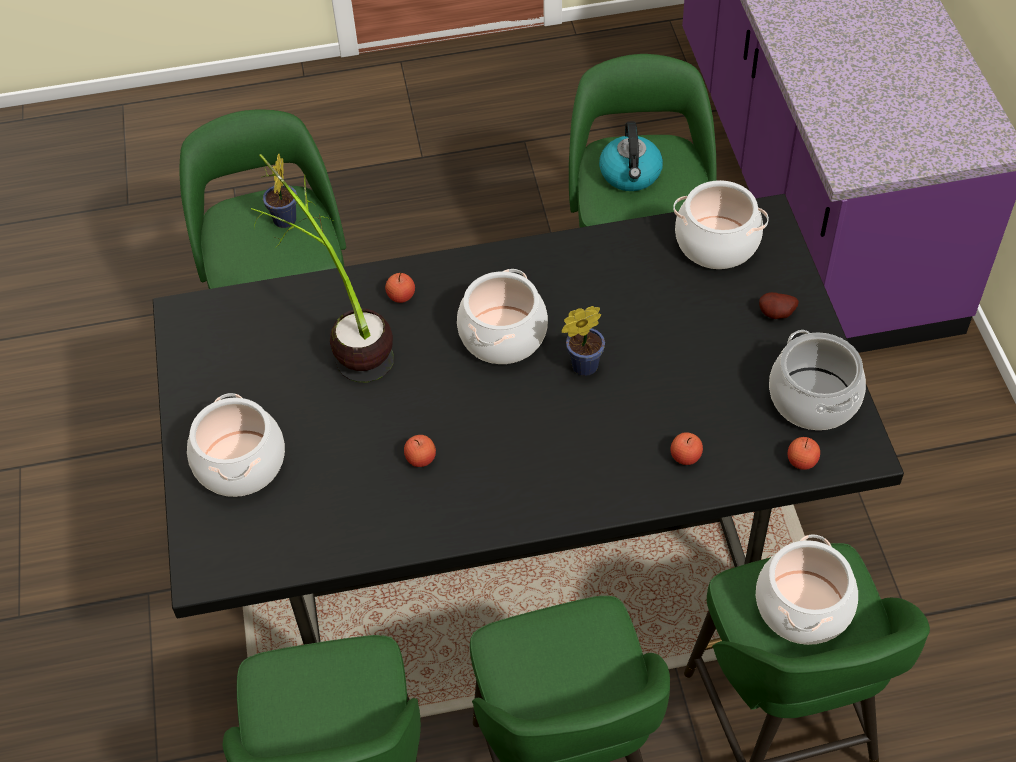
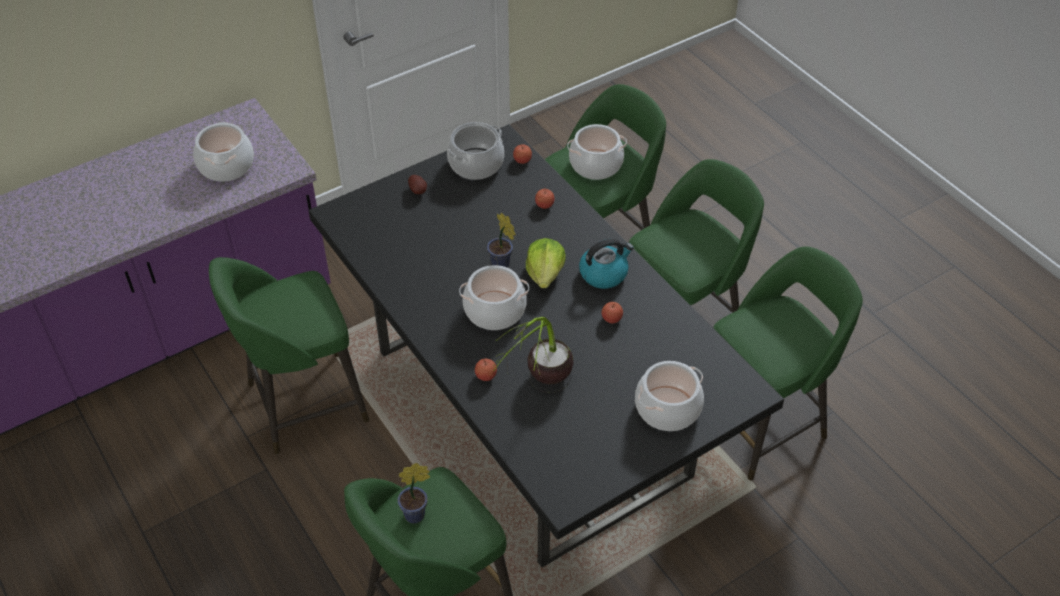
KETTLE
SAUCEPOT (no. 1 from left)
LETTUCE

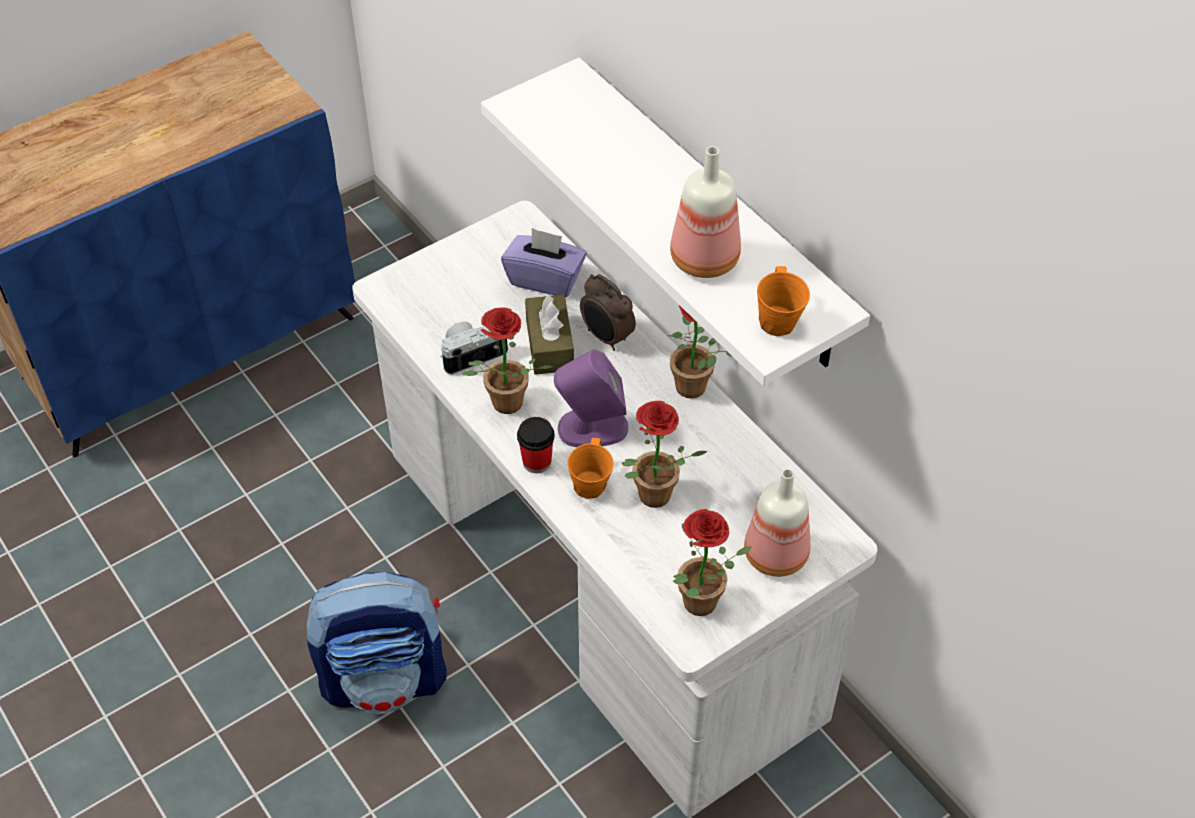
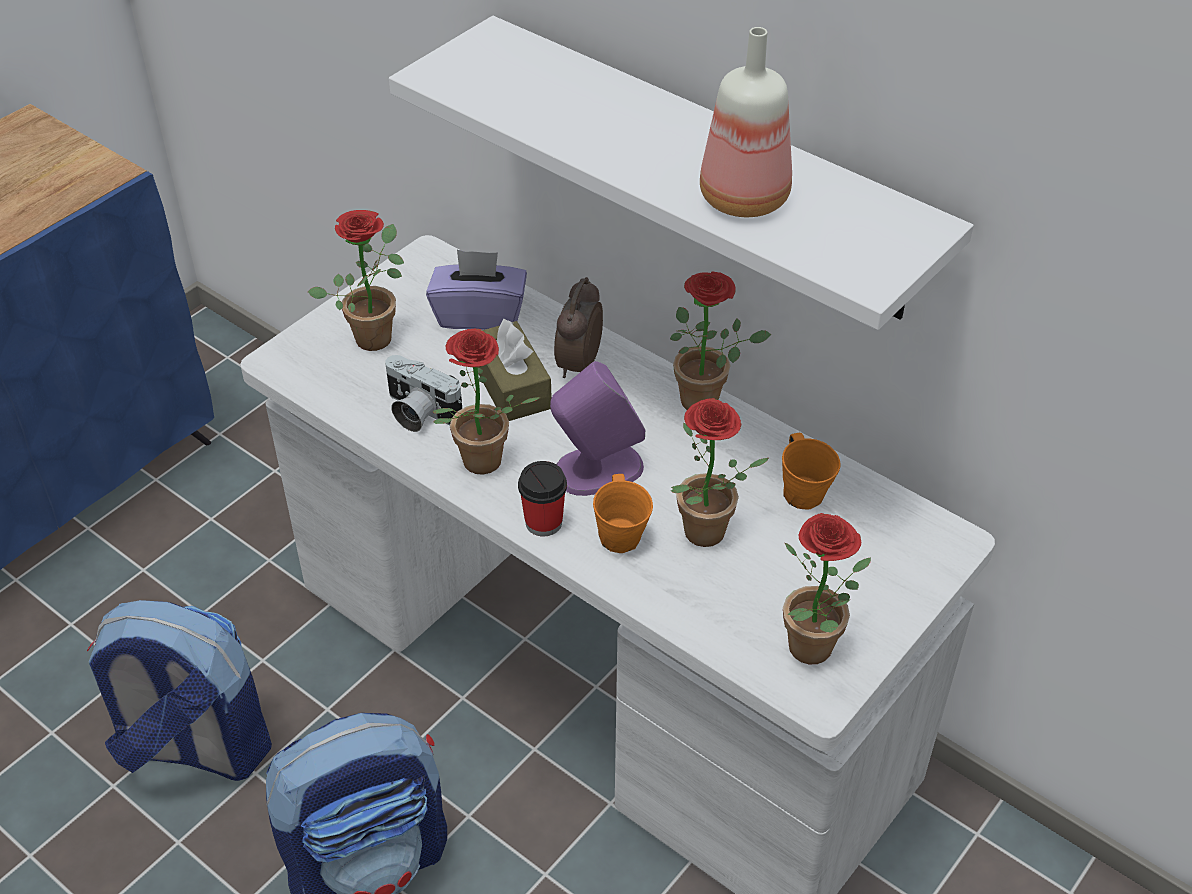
STILL CAMERA
TABLE CLOCK
BOTTLE (no. 2 from left in the first image)
ORANGE-COLOURED MUG (no. 2 from left)
RUCKSACK (no. 1 from left)
POTTED PLANT (no. 1 from left)

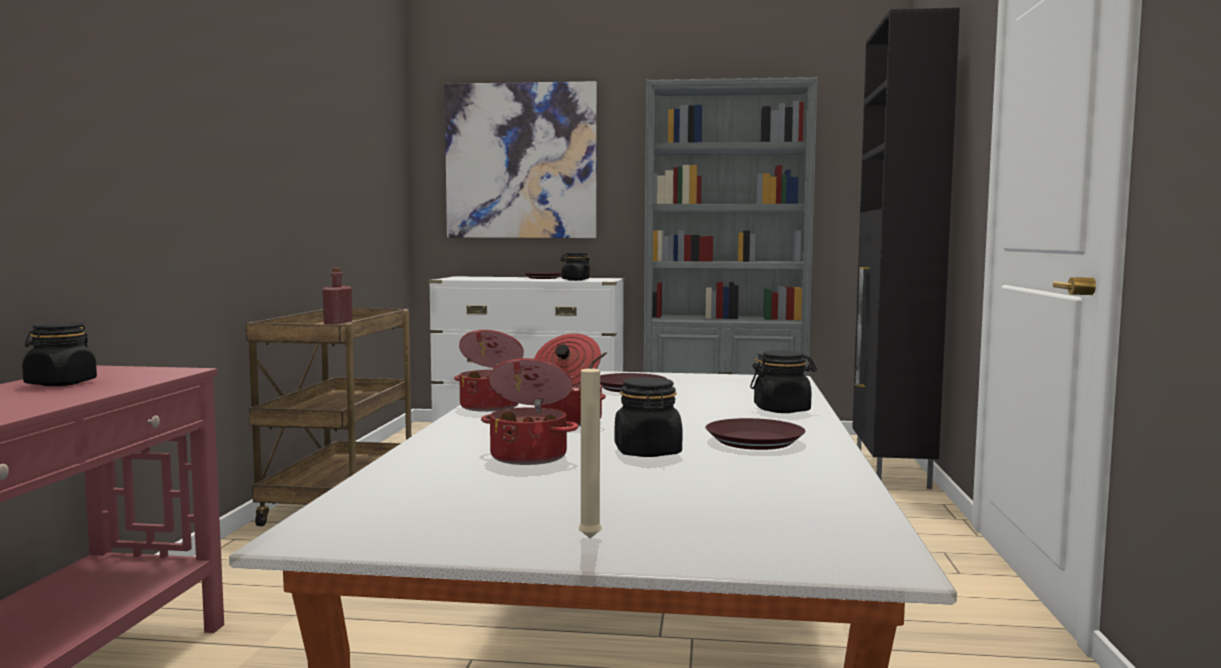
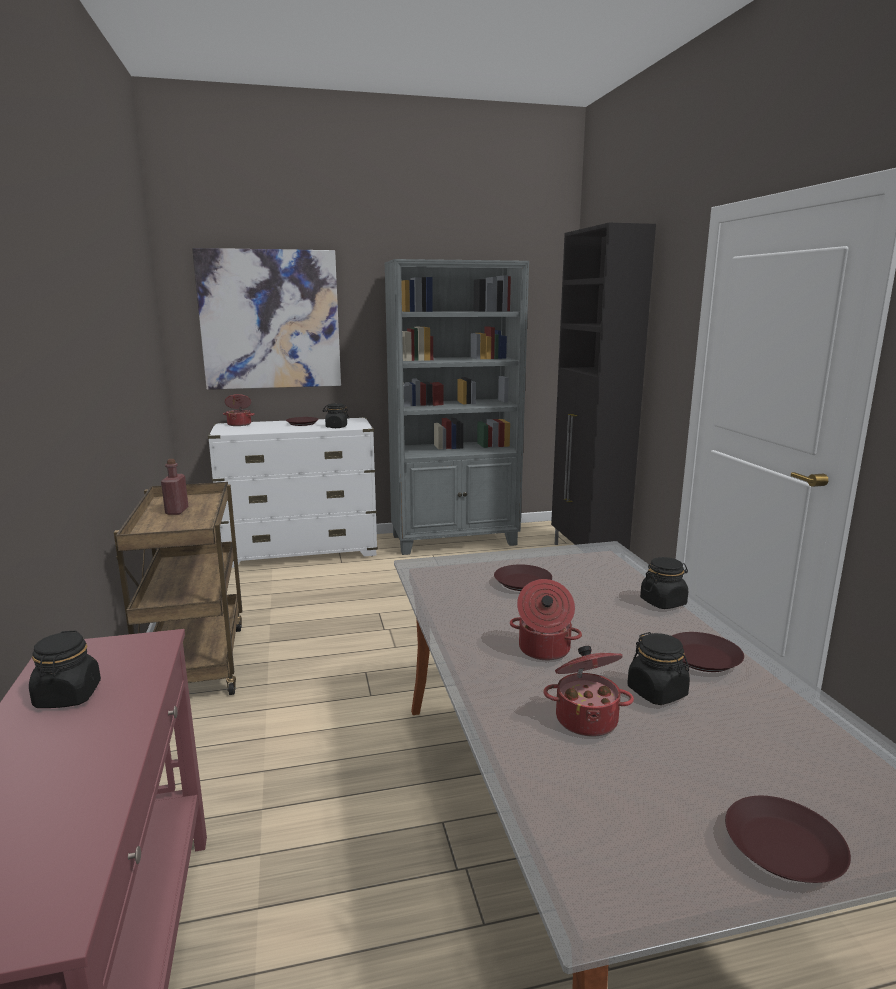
SAUCEPOT (no. 1 from left)
BROWN-COLOURED DINNER PLATE (no. 4 from left)

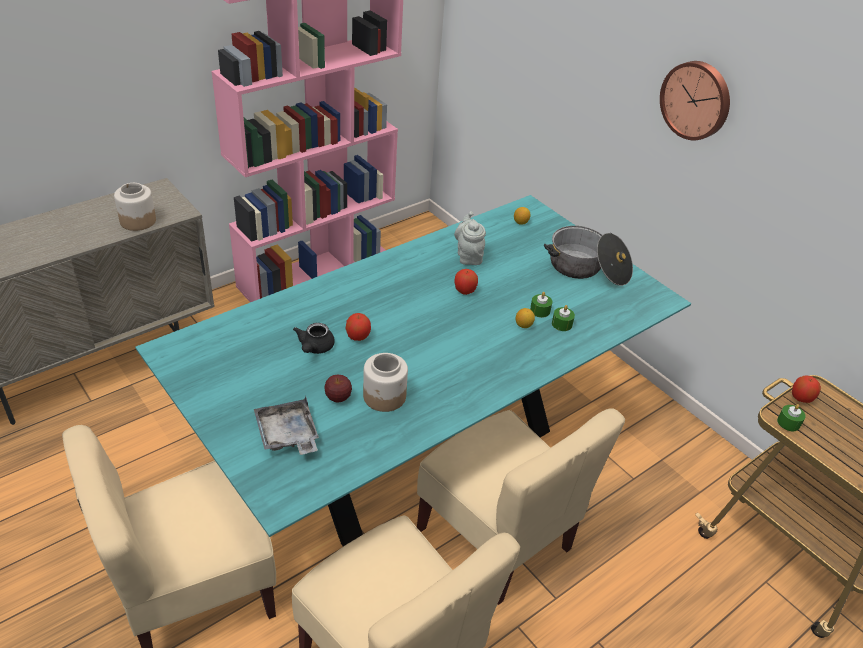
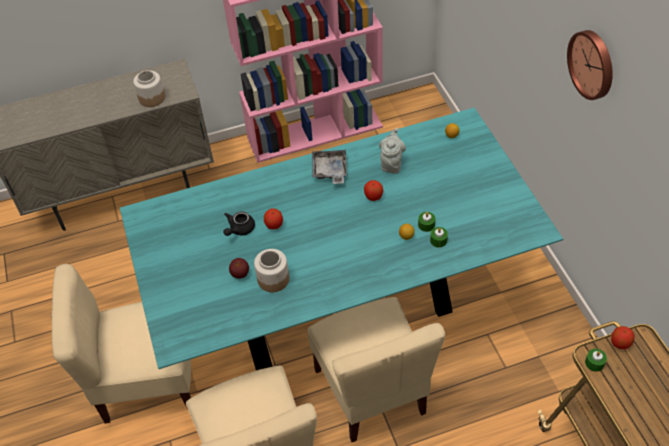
GREYISH SERVING TRAY
SAUCEPOT

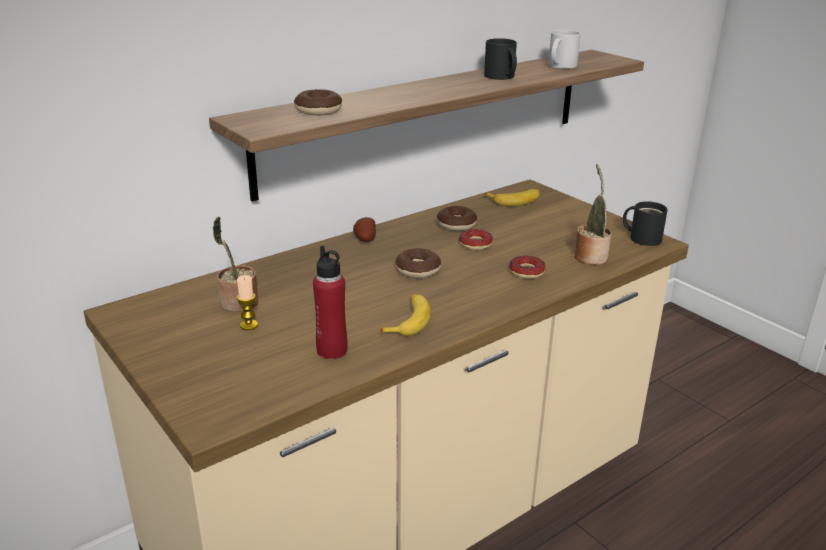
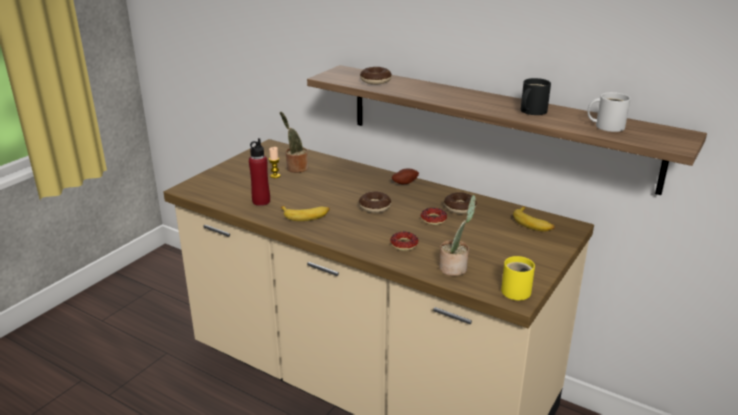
YELLOW MUG

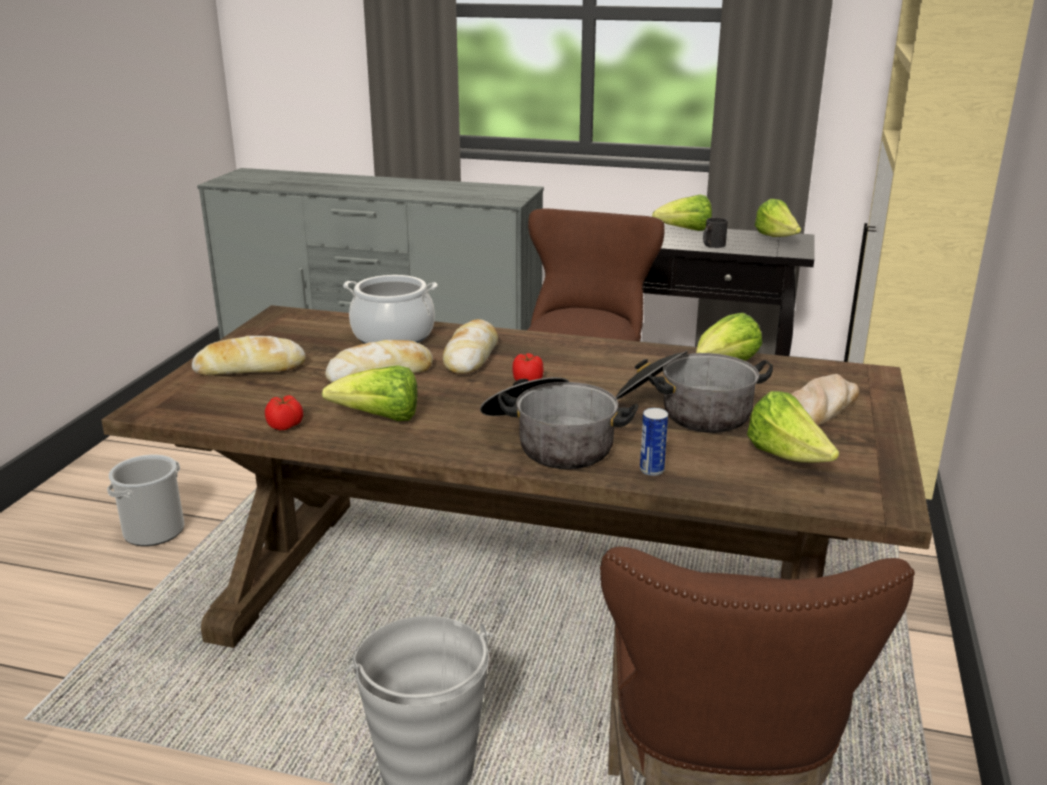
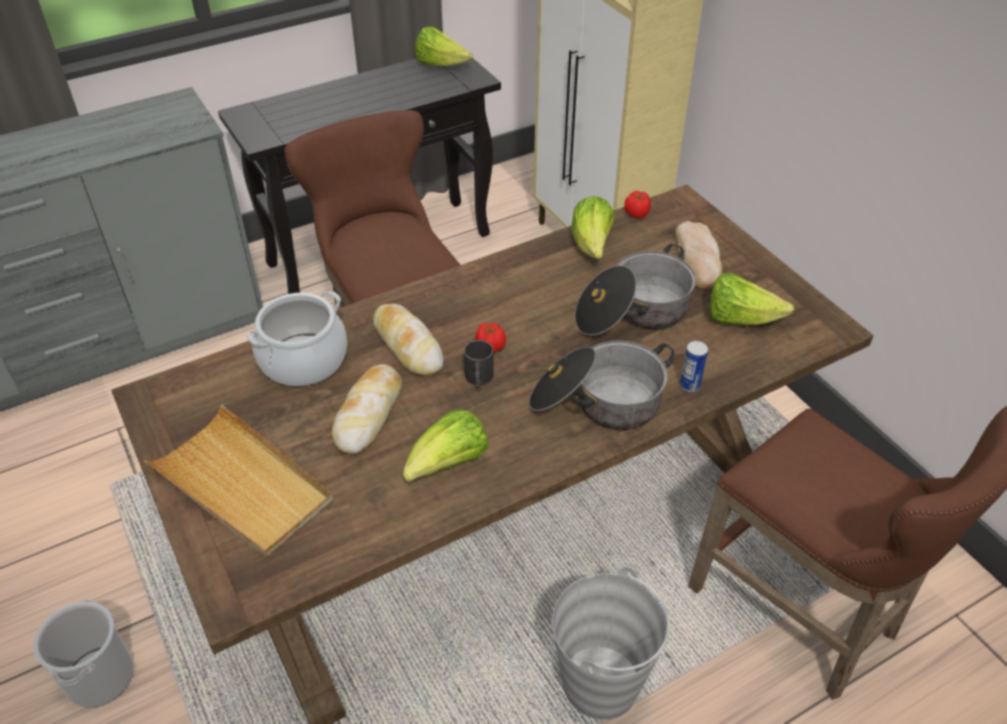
BEIGE SERVING TRAY
FRESH TOMATO (no. 2 from left)
LETTUCE (no. 2 from left in the first image)
BLACK-COLOURED MUG

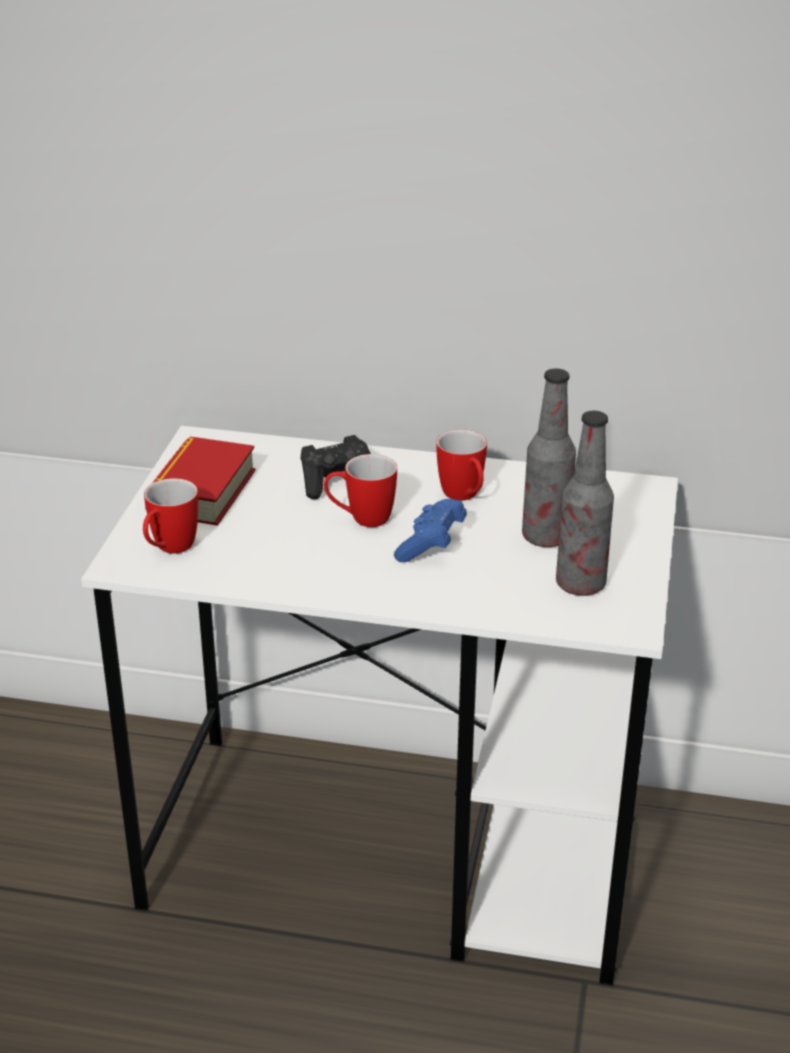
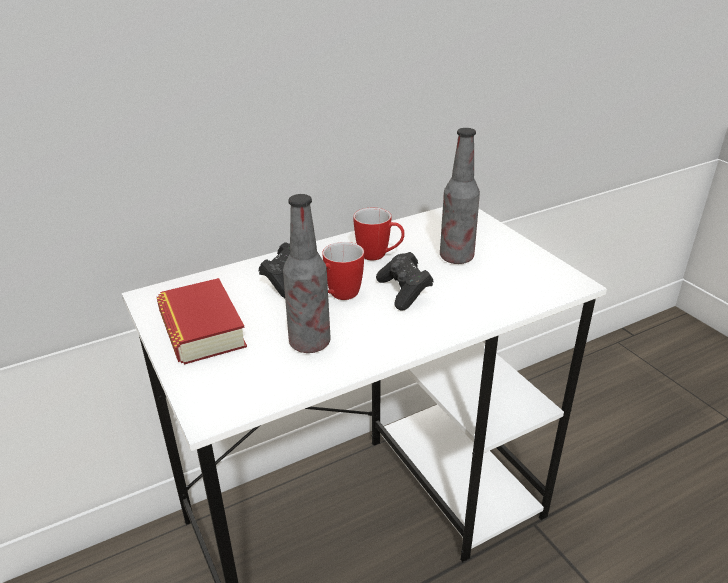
MUG (no. 1 from left in the first image)
BLACK-COLOURED GAME CONTROLLER (no. 2 from left)
BOTTLE (no. 1 from left)

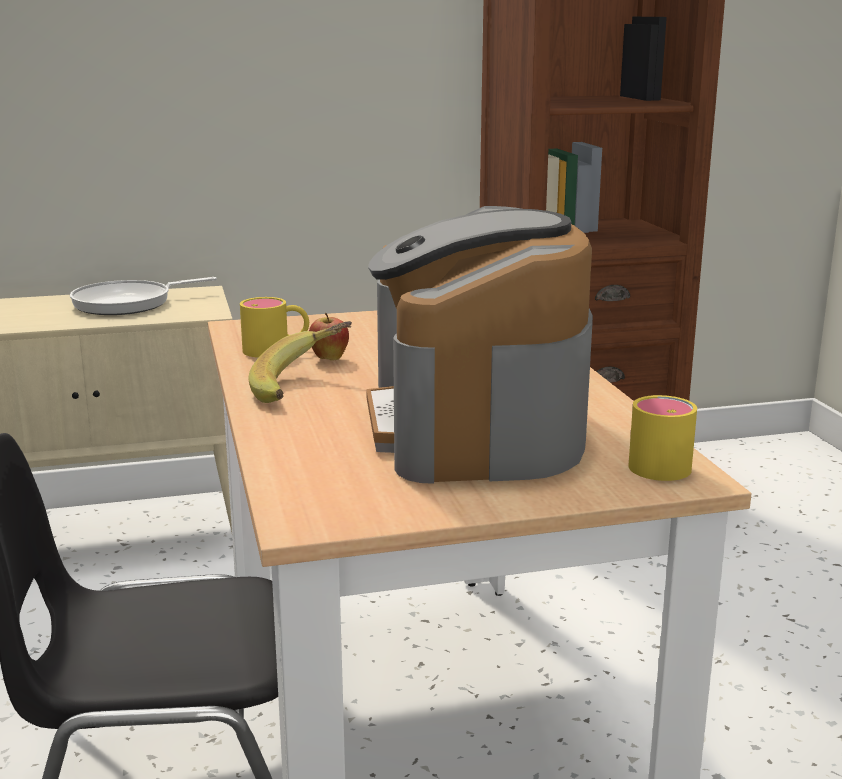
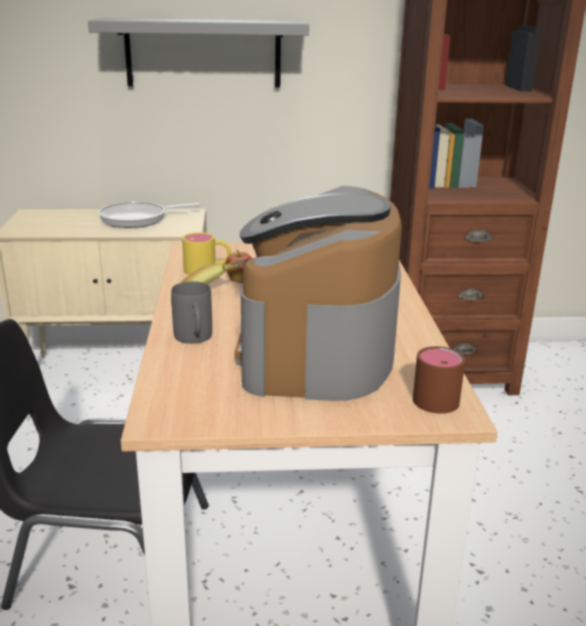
BROWN-COLOURED MUG
GREYISH SHELF
GREYISH MUG

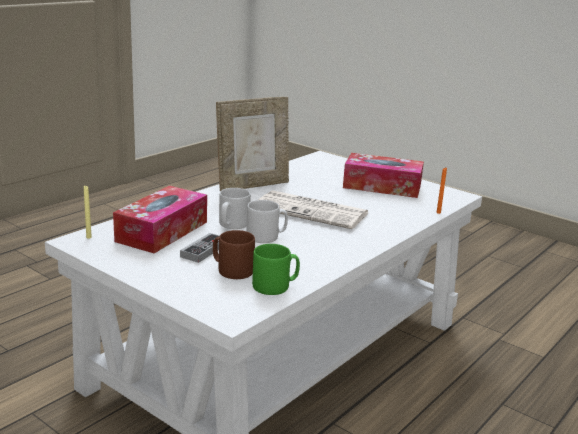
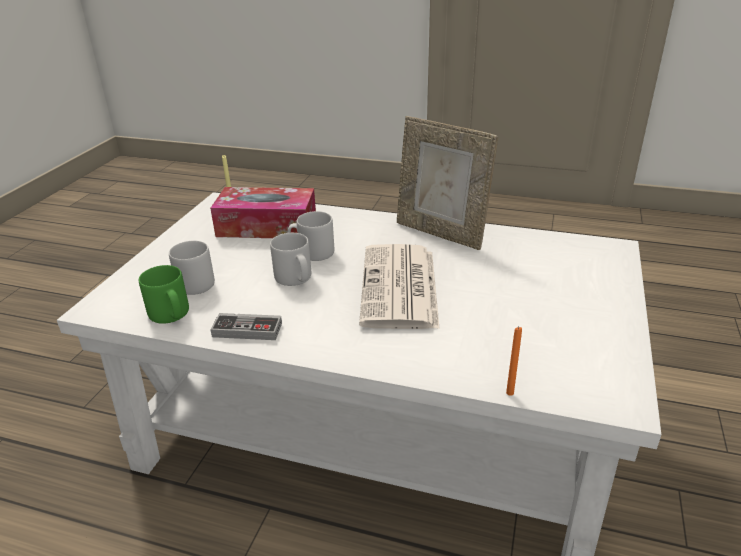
GAME CONTROLLER
GREYISH MUG (no. 1 from left)
BOX OF TISSUES (no. 2 from left in the first image)

